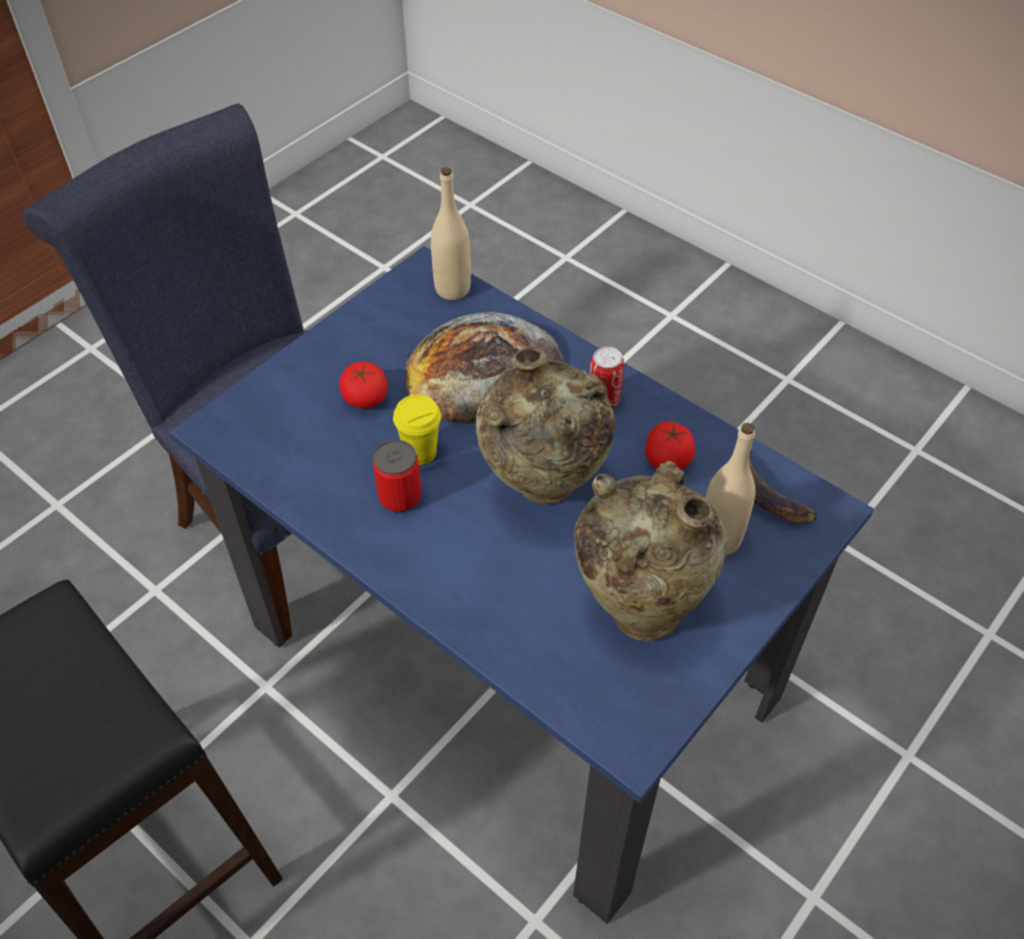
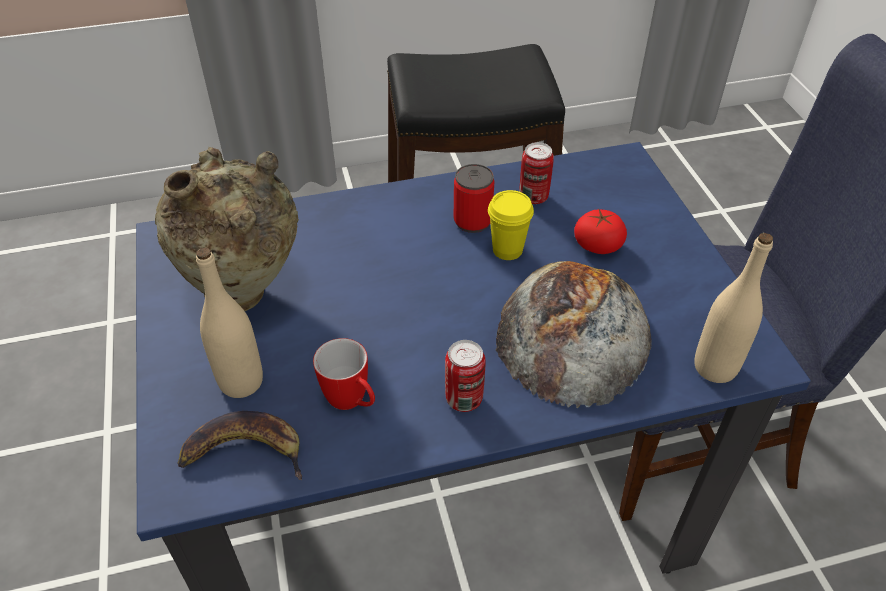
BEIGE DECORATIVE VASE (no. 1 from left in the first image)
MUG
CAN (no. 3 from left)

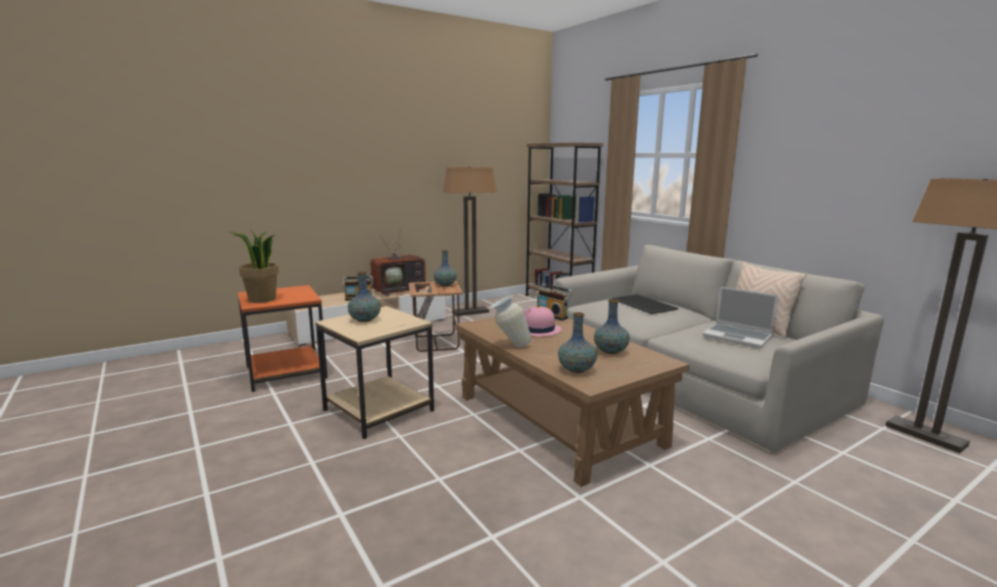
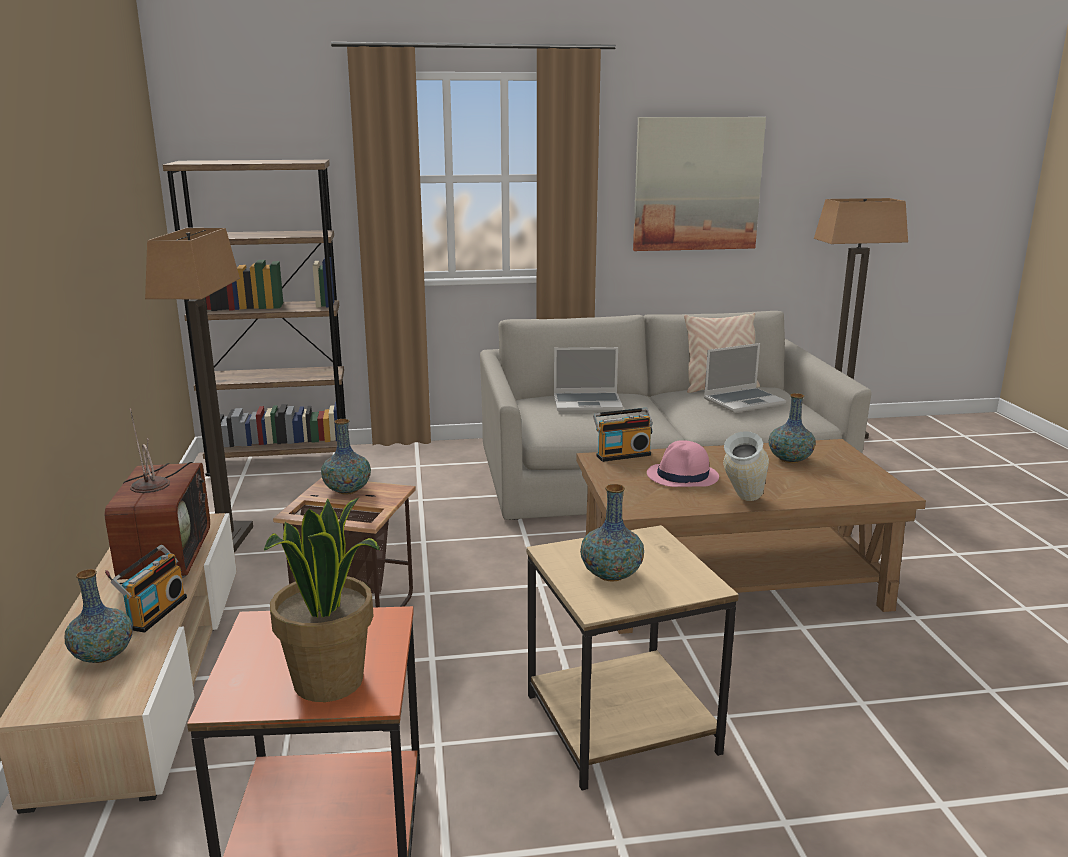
DECORATIVE VASE (no. 1 from left)
LAPTOP (no. 1 from left)
PICTURE

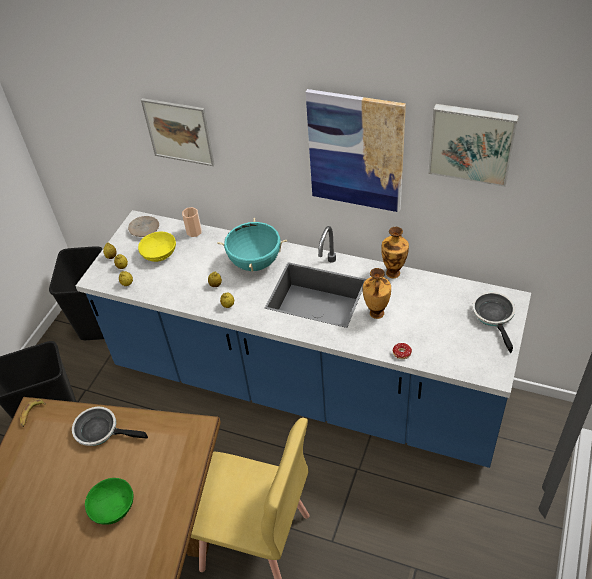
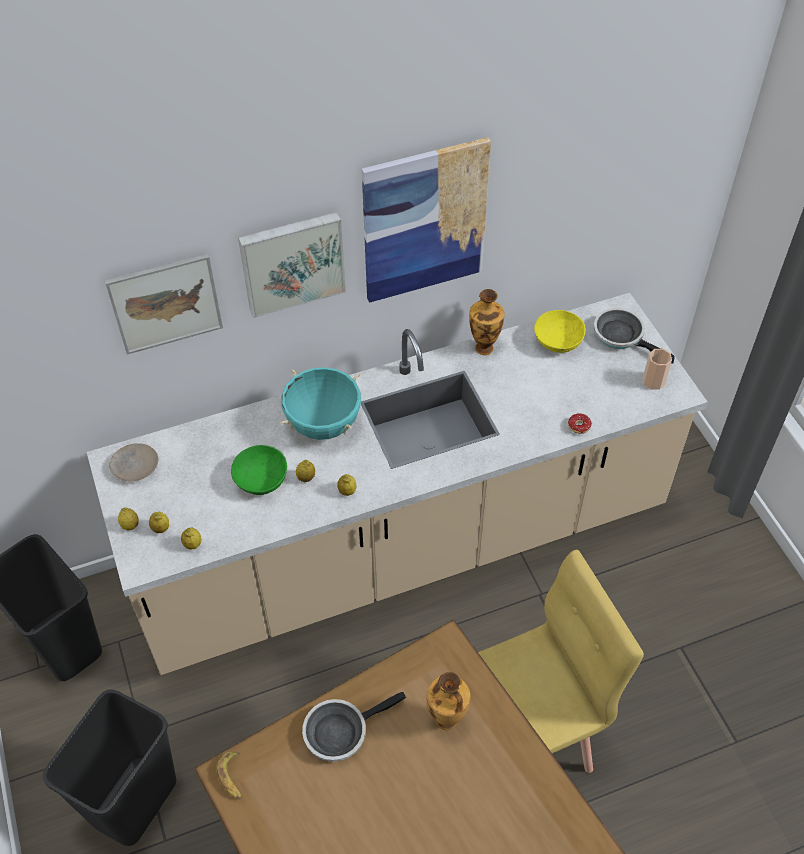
BEIGE KITCHEN BASE UNIT
GREENISH BOWL
YELLOW BOWL
DRINKING CUP
DECORATIVE VASE (no. 1 from left)
PICTURE (no. 2 from left)

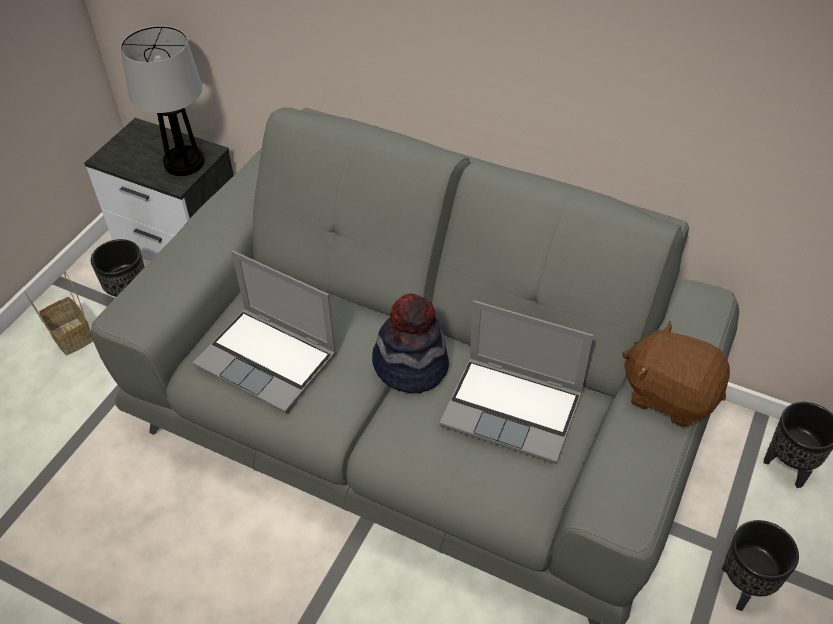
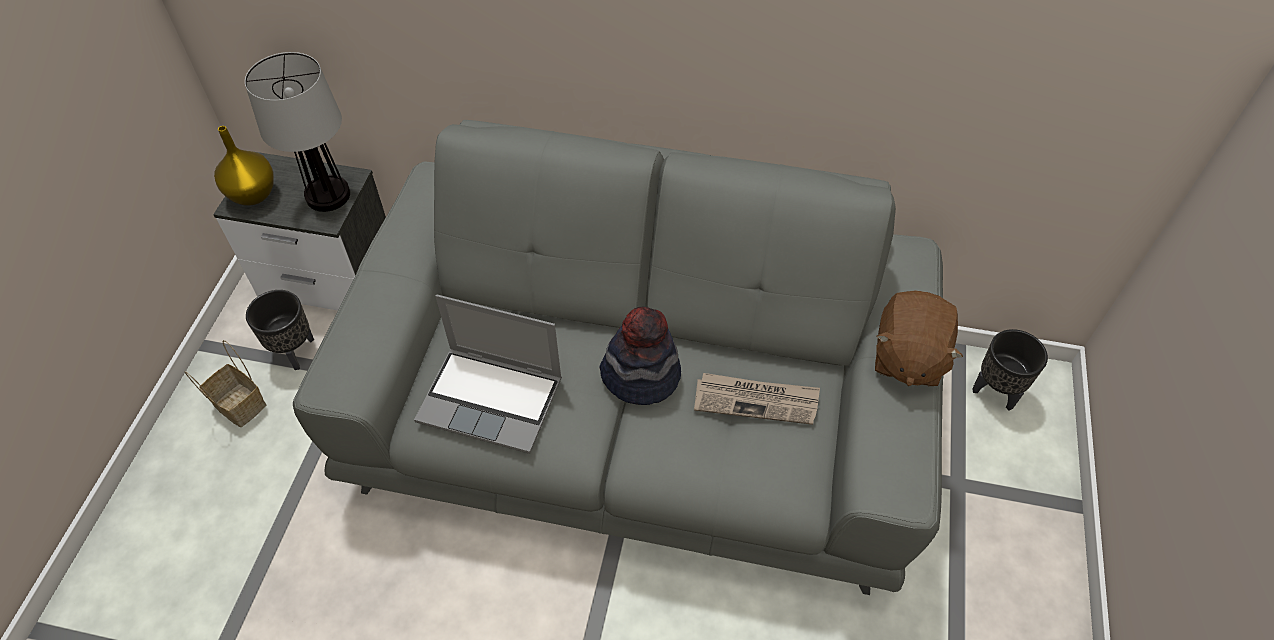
PRINTED PAPER
BROWN-COLOURED CUDDLY TOY
BLACK-COLOURED PLANT POT (no. 2 from left in the first image)
YELLOW DECORATIVE VASE

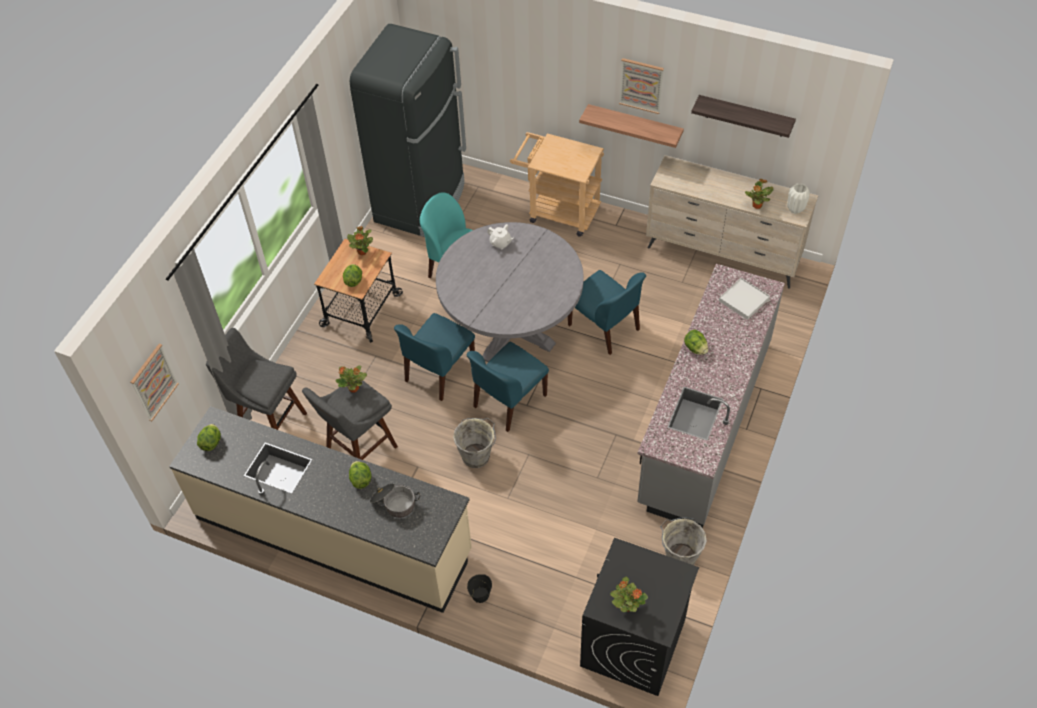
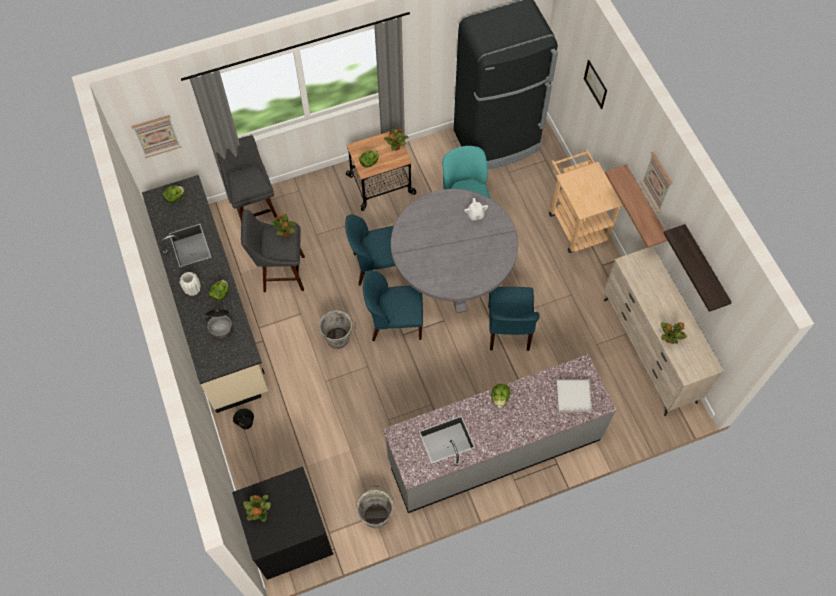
WHITE-COLOURED DECORATIVE VASE
PICTURE (no. 2 from left)

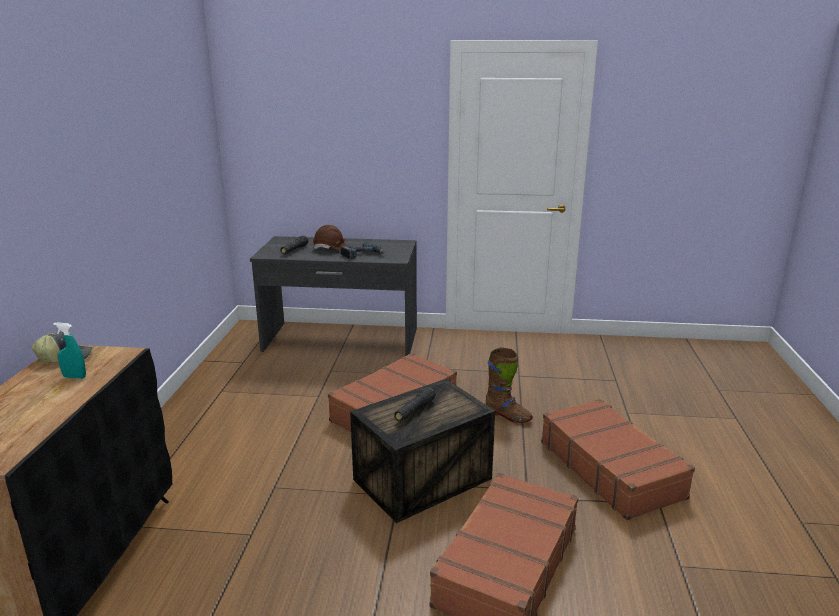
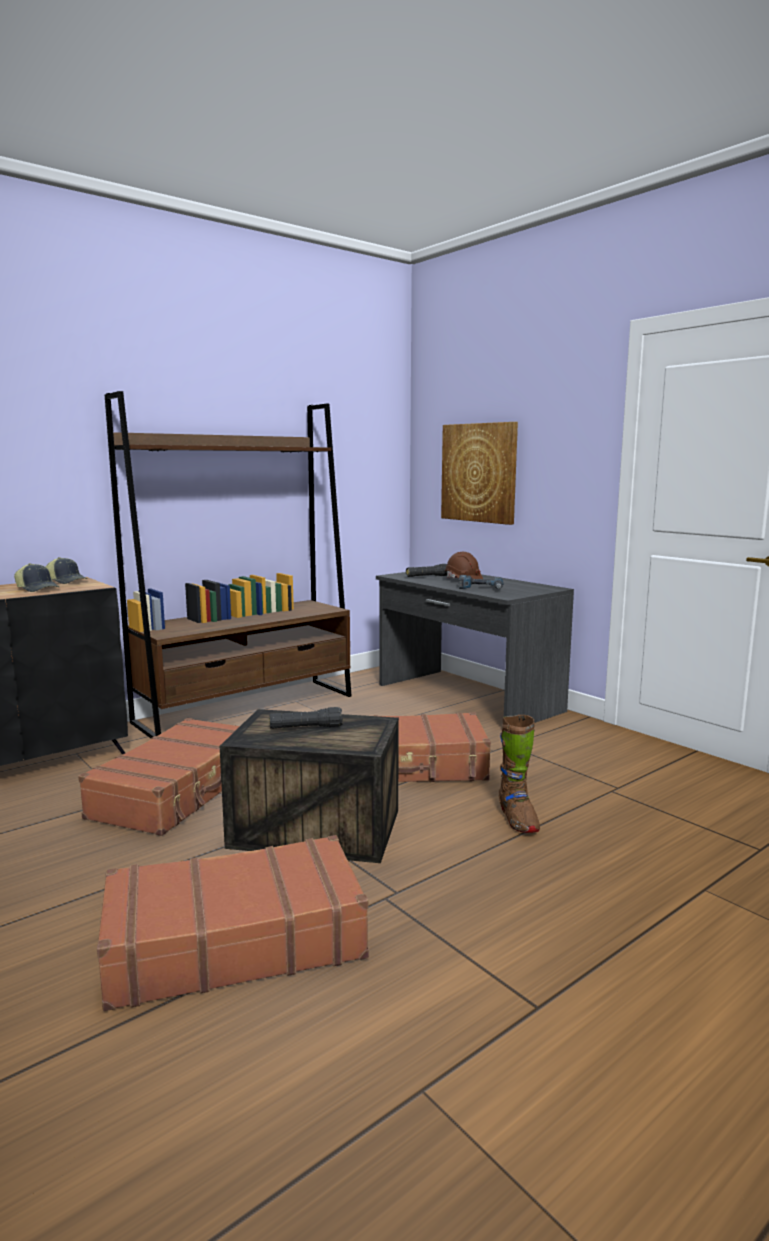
BASEBALL CAP (no. 1 from left)
BROWN-COLOURED TRAVEL CASE (no. 1 from left)
BROWN-COLOURED BOOKCASE
PICTURE

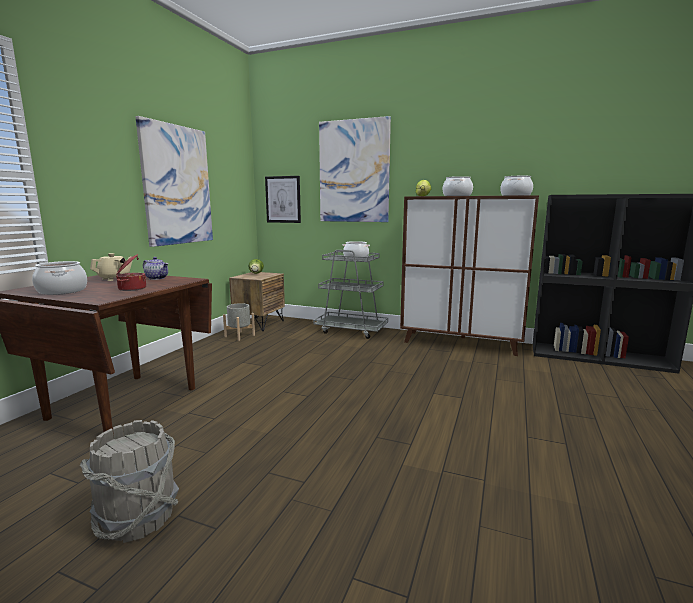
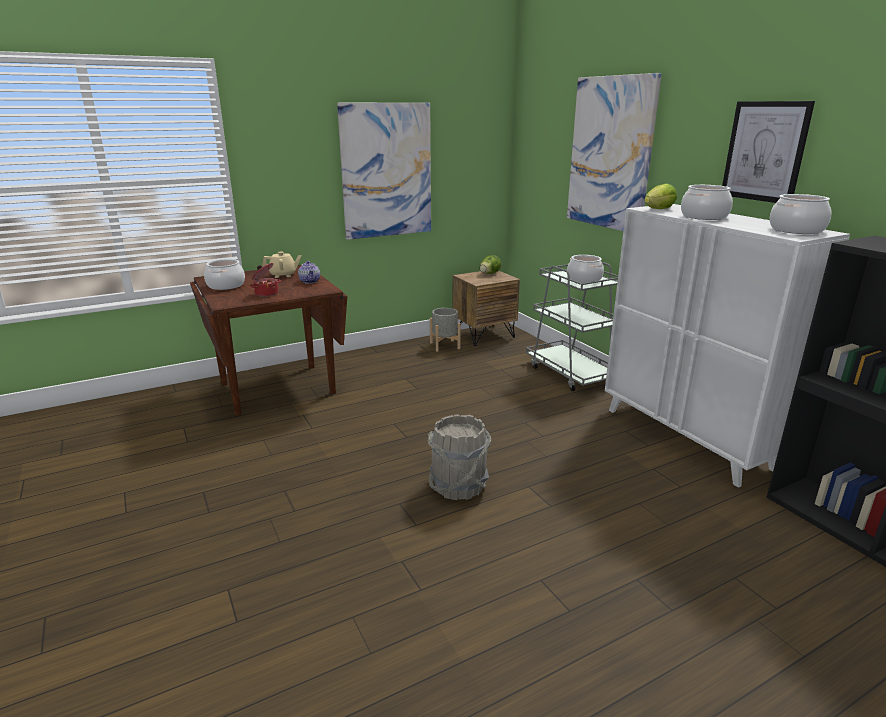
GREYISH BUCKET
PICTURE (no. 3 from left)
WHITE-COLOURED CUPBOARD

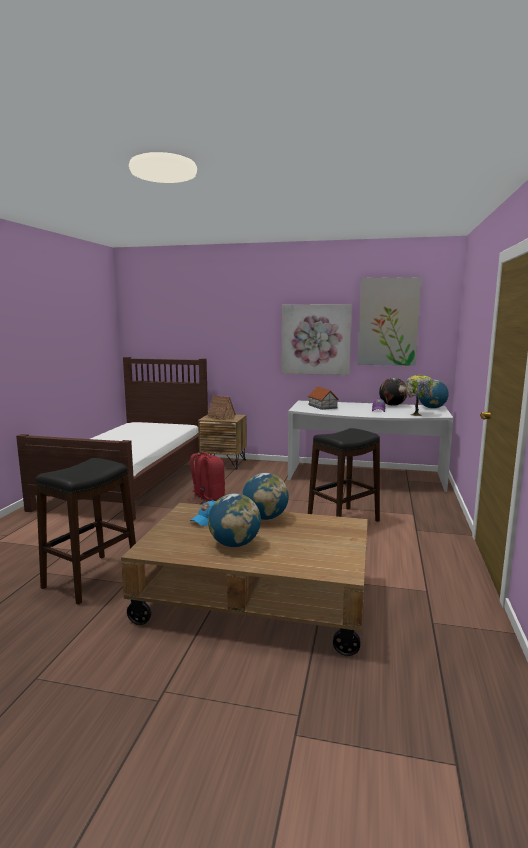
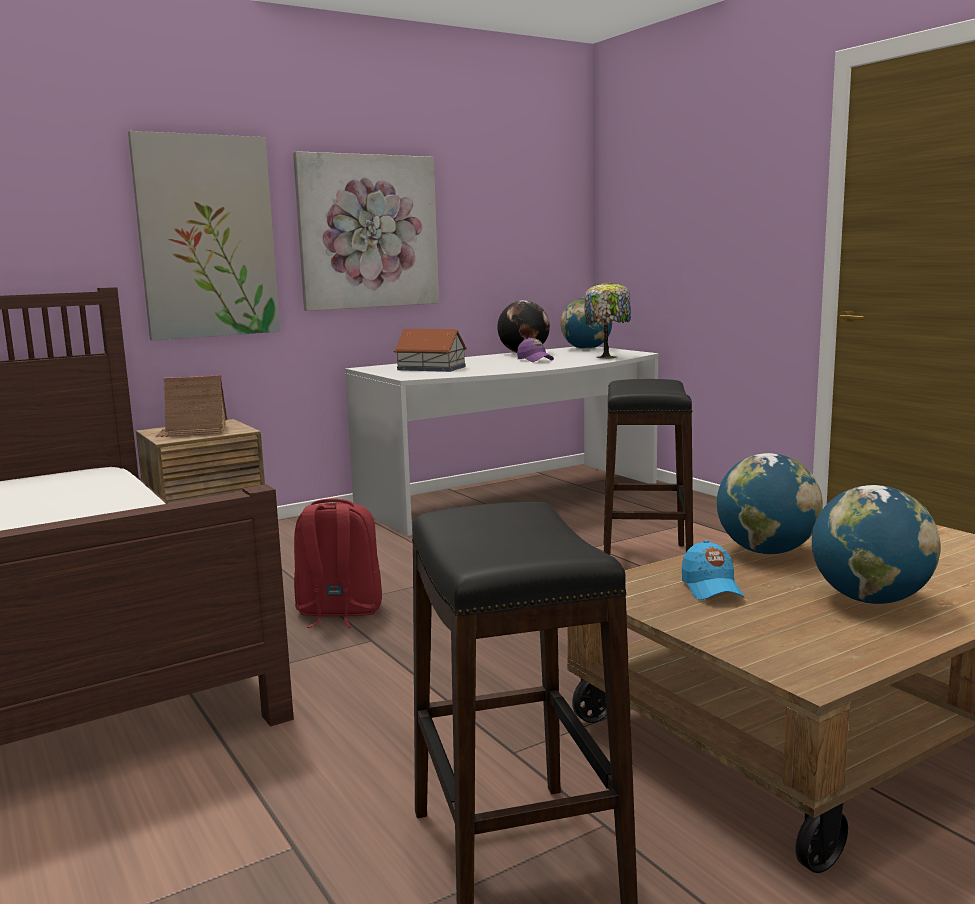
PICTURE (no. 1 from left)

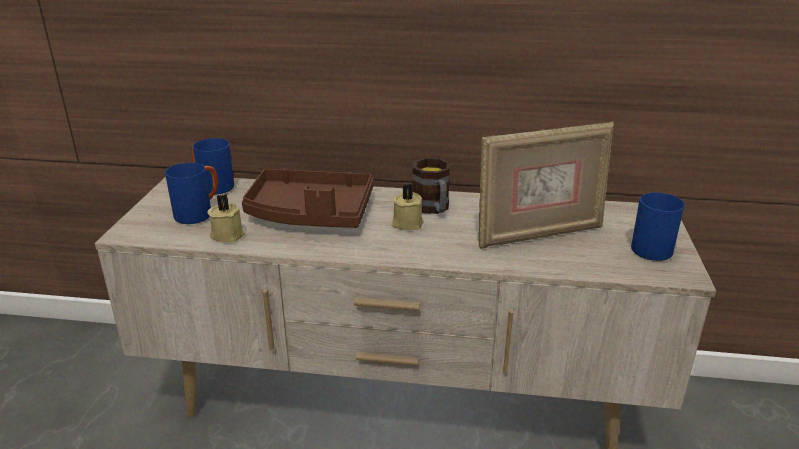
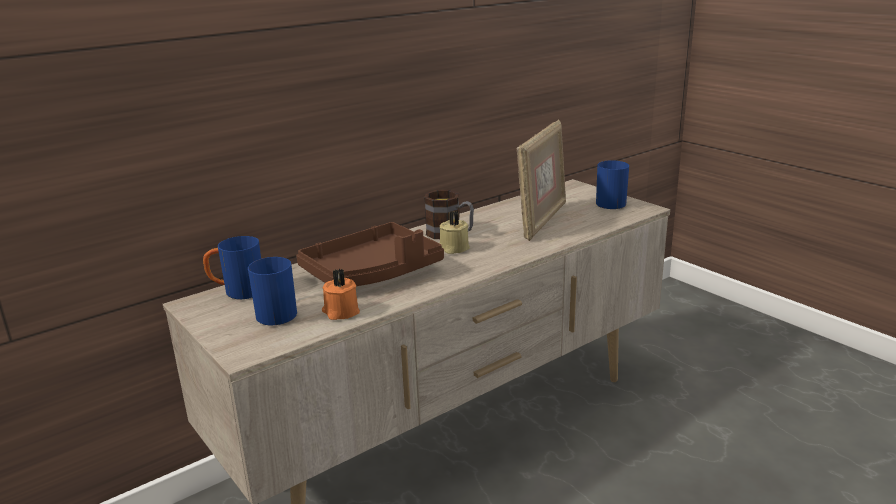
ORANGE-COLOURED WAX LIGHT

